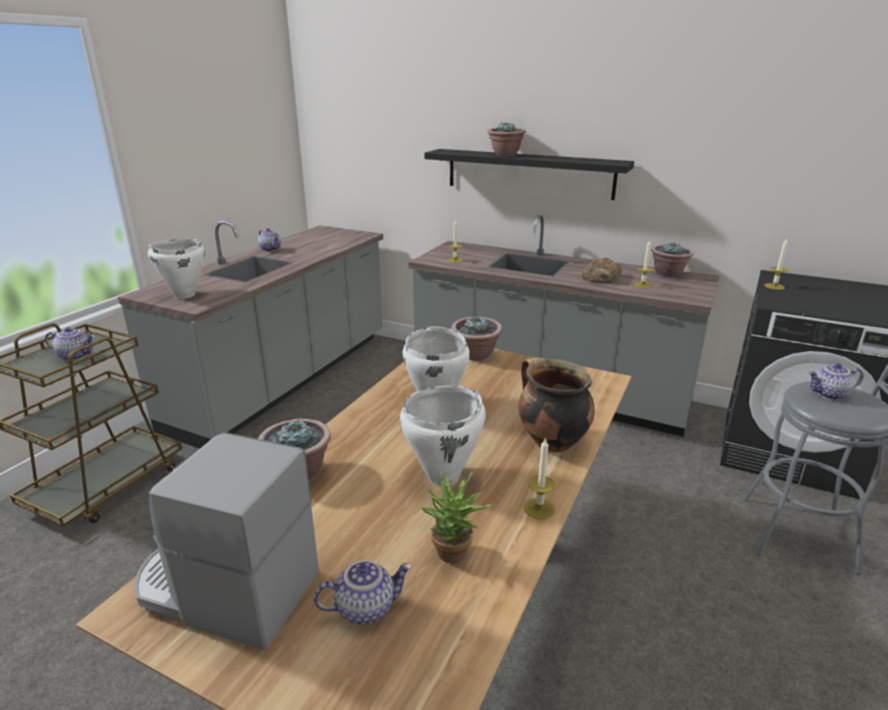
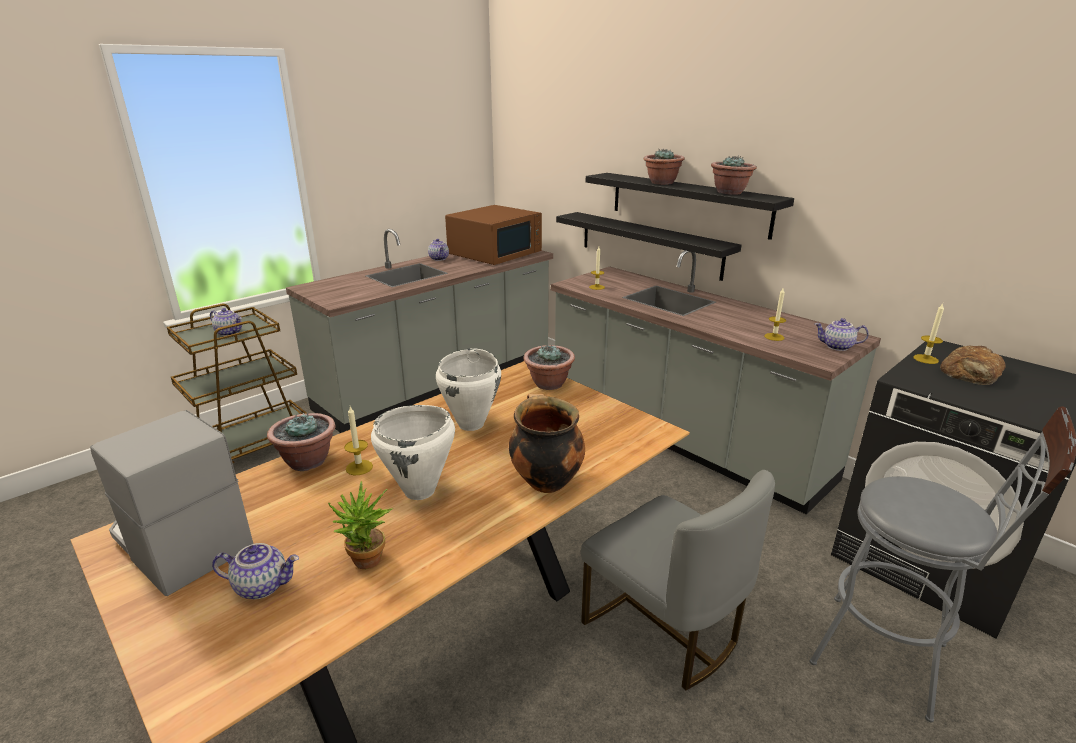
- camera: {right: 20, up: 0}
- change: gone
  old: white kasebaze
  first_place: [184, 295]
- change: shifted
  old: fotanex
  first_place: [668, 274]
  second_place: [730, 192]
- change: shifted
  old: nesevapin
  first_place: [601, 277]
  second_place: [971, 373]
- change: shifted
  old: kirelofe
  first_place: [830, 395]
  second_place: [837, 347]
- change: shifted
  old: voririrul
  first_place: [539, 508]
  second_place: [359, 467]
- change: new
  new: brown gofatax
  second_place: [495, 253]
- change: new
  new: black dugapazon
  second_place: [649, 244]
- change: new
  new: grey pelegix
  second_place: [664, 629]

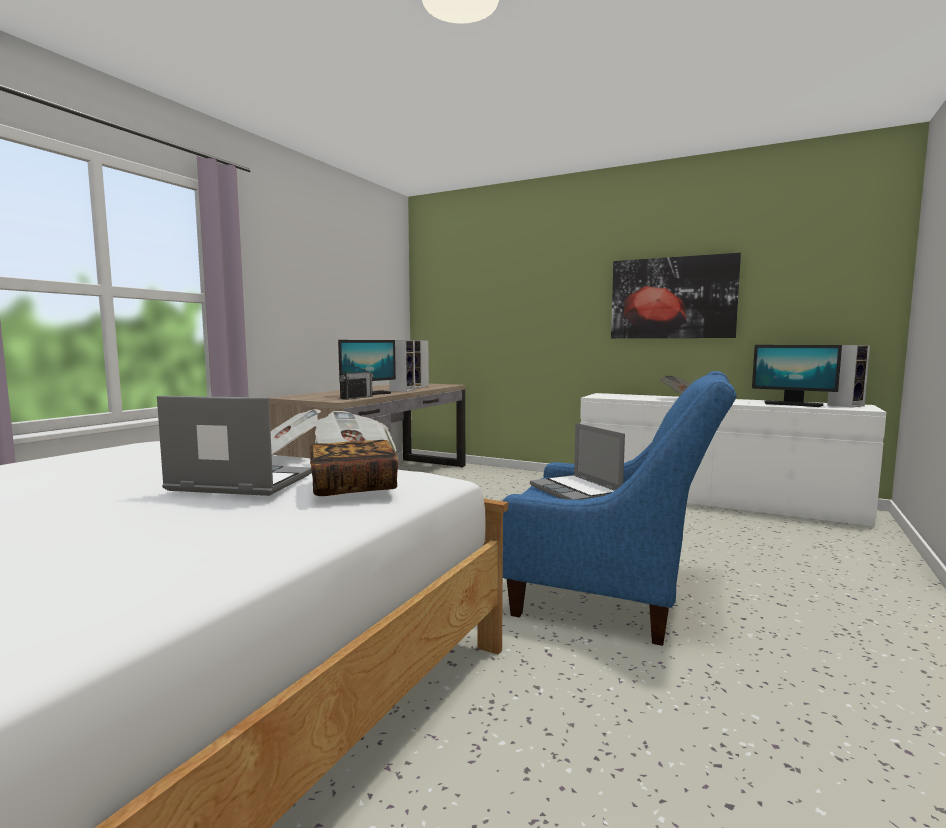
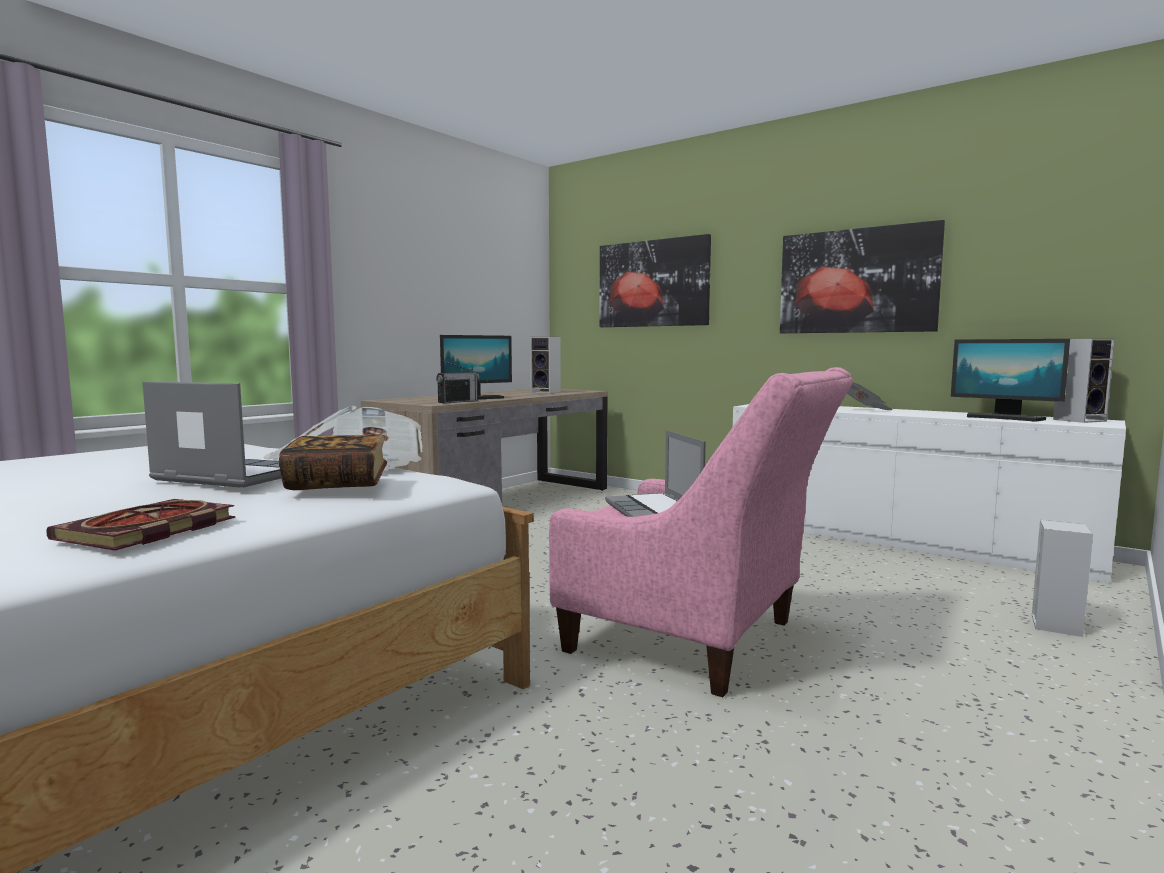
- camera: {right: 10, up: 0}
- change: shifted
  old: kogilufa
  first_place: [402, 390]
  second_place: [1054, 624]
- change: repainted
  old: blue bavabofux
  new: pink bavabofux
  first_place: [614, 597]
  second_place: [698, 641]
- change: new
  new: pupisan
  second_place: [653, 283]
- change: new
  new: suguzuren
  second_place: [146, 531]

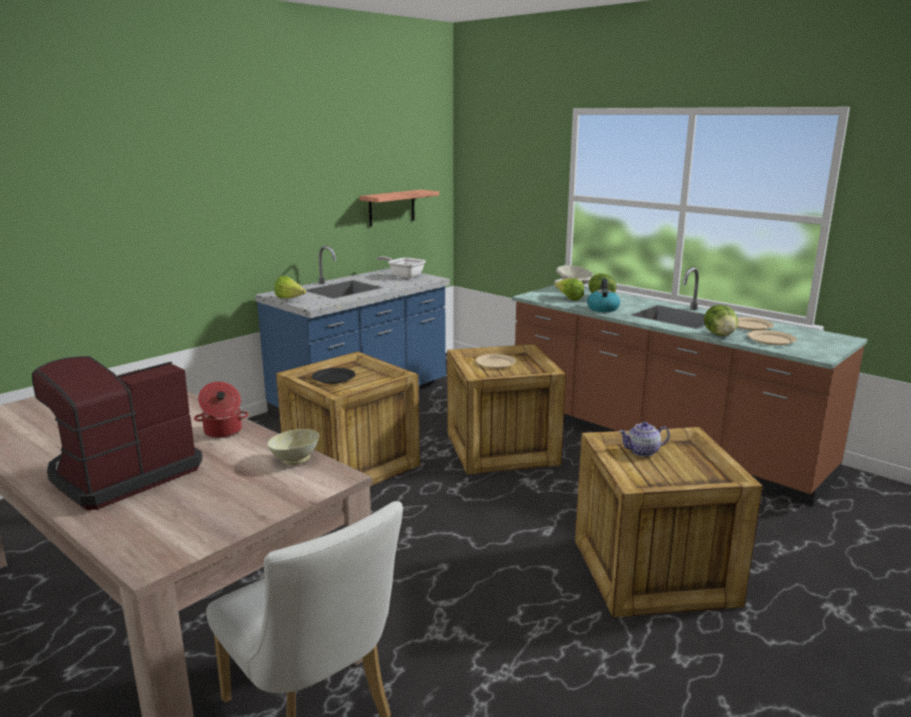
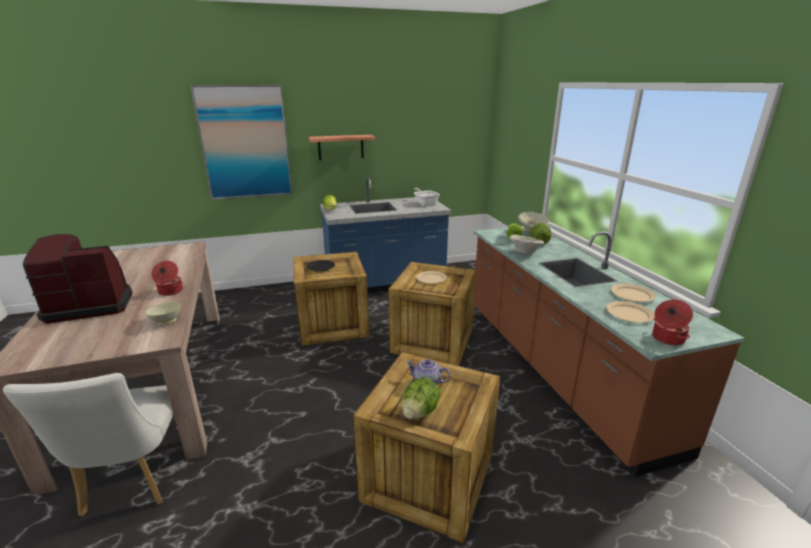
- camera: {right: 30, up: 5}
- change: shifted
  old: dugapazon
  first_place: [391, 208]
  second_place: [340, 147]
- change: swapped
  old: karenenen
  new: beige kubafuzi
  first_place: [602, 308]
  second_place: [524, 253]
- change: shifted
  old: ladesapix
  first_place: [720, 335]
  second_place: [419, 412]
- change: new
  new: pupisan
  second_place: [245, 143]
- change: new
  new: kasebaze
  second_place: [667, 338]

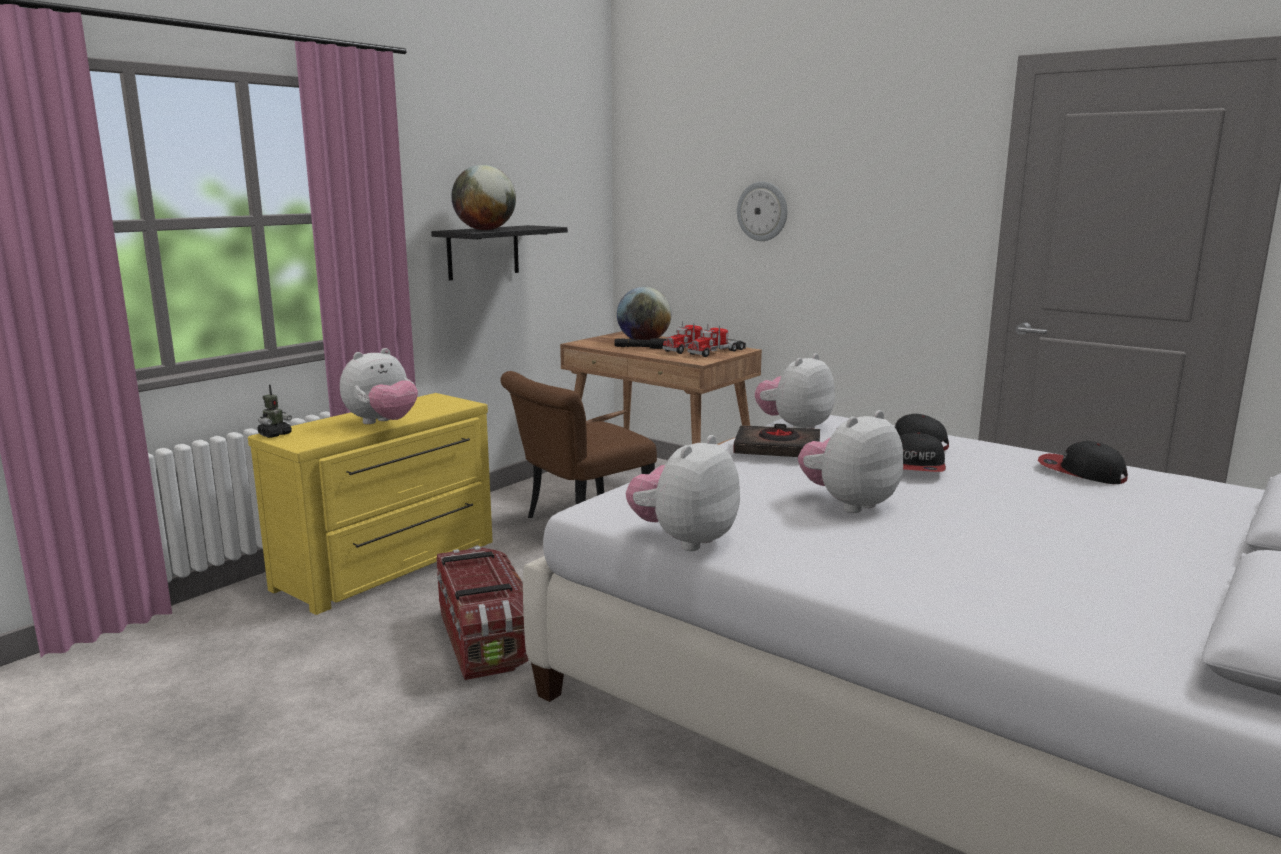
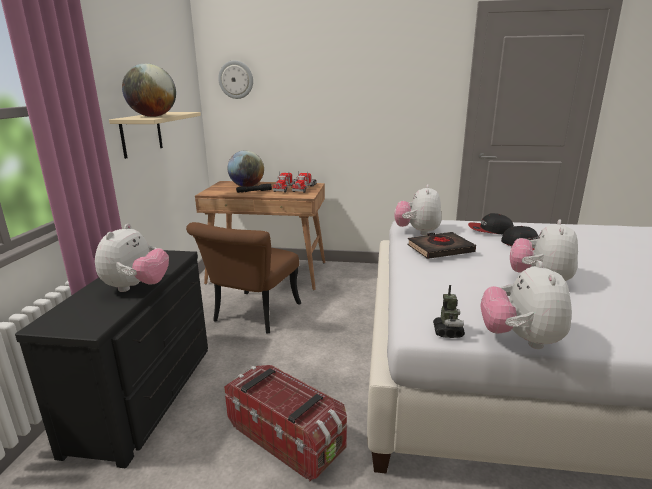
- camera: {right: -30, up: 5}
- change: shifted
  old: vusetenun
  first_place: [762, 211]
  second_place: [236, 79]
- change: repainted
  old: black dugapazon
  new: beige dugapazon
  first_place: [483, 252]
  second_place: [141, 134]
- change: shifted
  old: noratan
  first_place: [275, 435]
  second_place: [448, 332]
- change: repainted
  old: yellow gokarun
  new: black gokarun
  first_place: [391, 566]
  second_place: [148, 394]
- change: gone
  old: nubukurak
  first_place: [1080, 472]

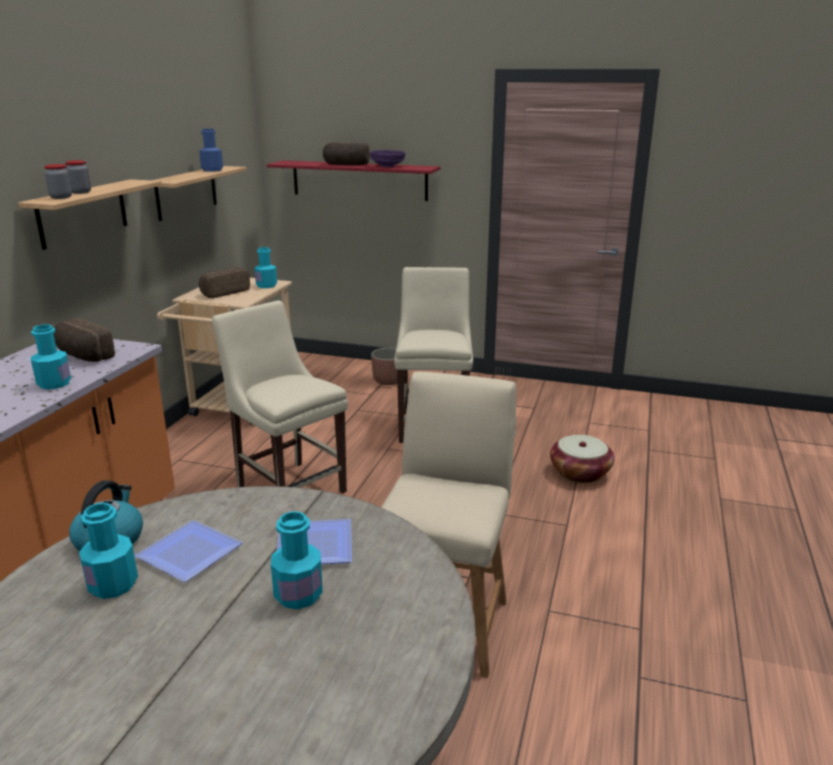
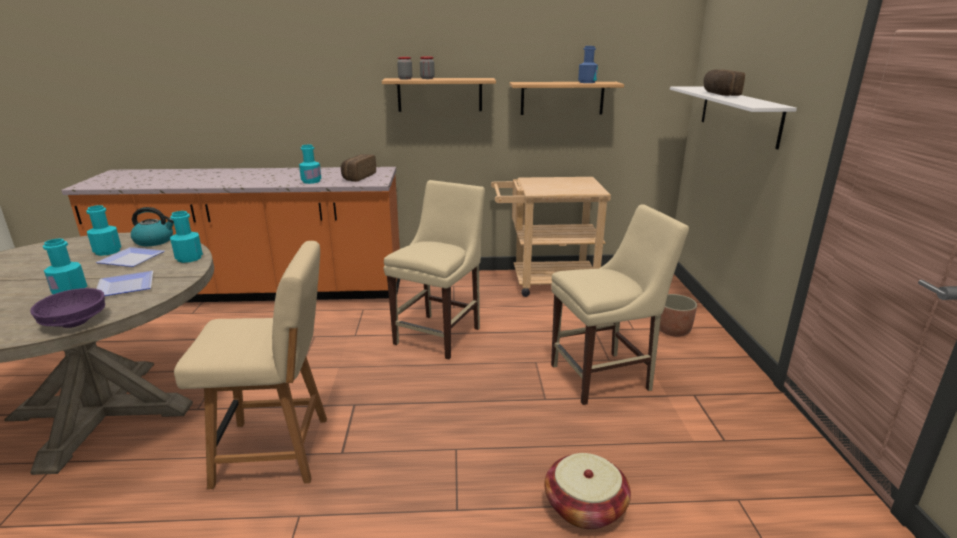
- camera: {right: 70, up: 0}
- change: shifted
  old: purple kubafuzi
  first_place: [387, 166]
  second_place: [74, 322]
- change: repainted
  old: red dugapazon
  new: white dugapazon
  first_place: [359, 180]
  second_place: [739, 114]
- change: shifted
  old: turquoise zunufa
  first_place: [266, 285]
  second_place: [189, 258]
- change: gone
  old: nesevapin
  first_place: [224, 292]

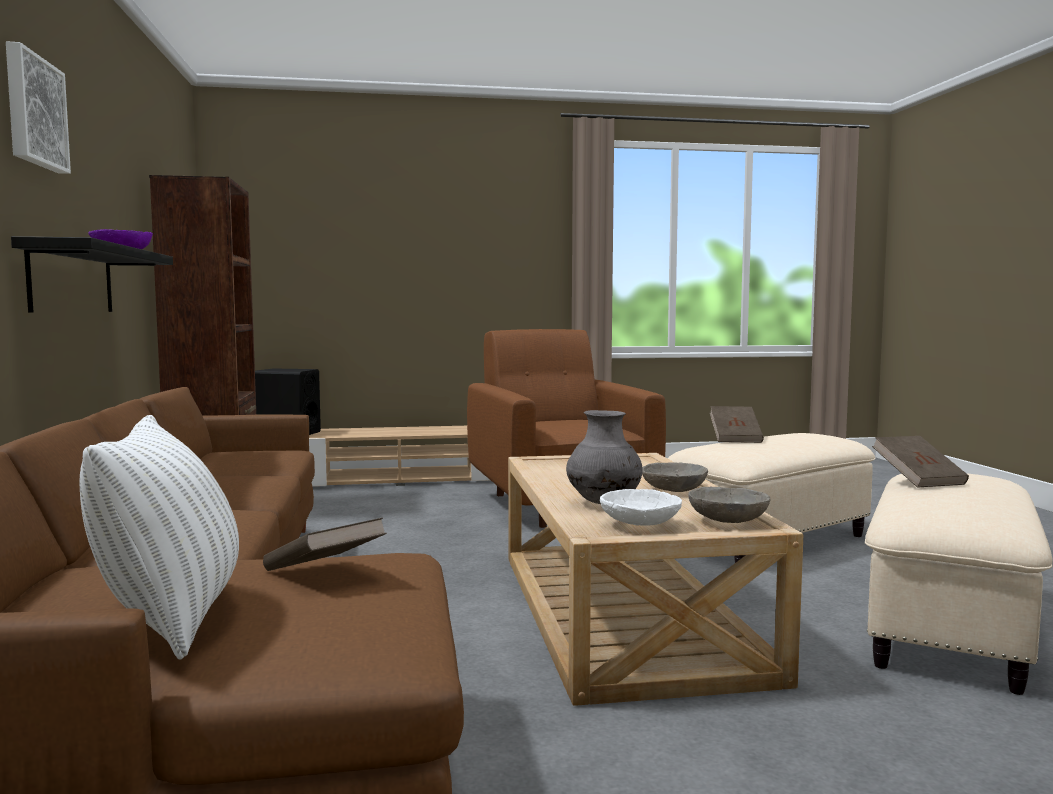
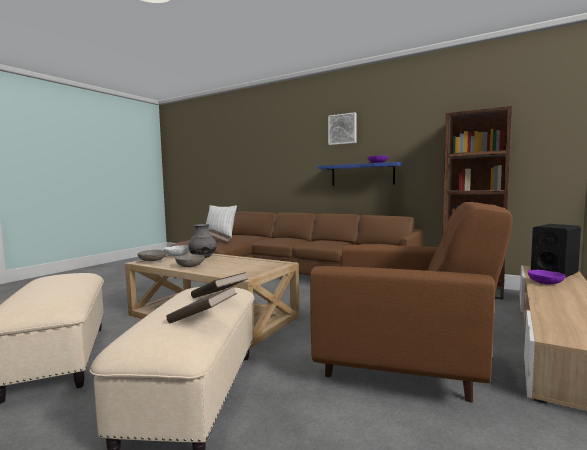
- camera: {right: 130, up: 0}
- change: repainted
  old: black dugapazon
  new: blue dugapazon
  first_place: [72, 280]
  second_place: [362, 175]
- change: shifted
  old: brown suguzuren
  first_place: [918, 480]
  second_place: [202, 319]
- change: new
  new: purple kubafuzi
  second_place: [545, 283]

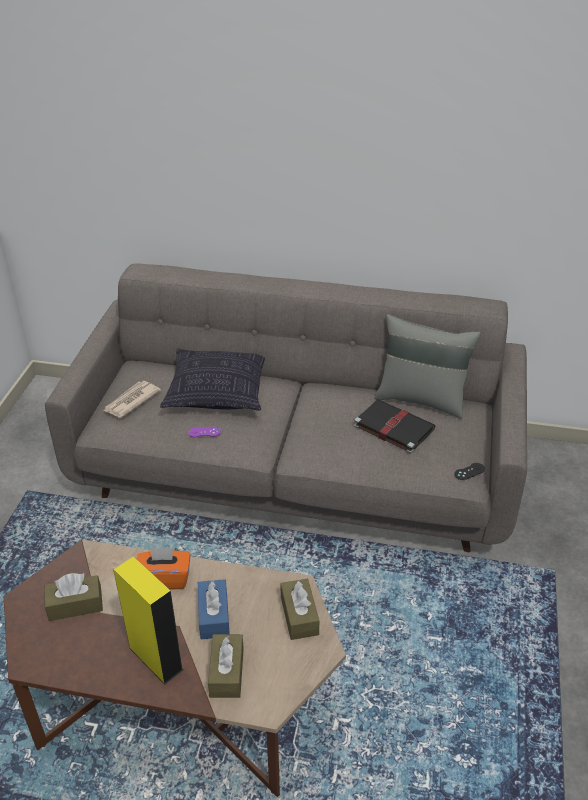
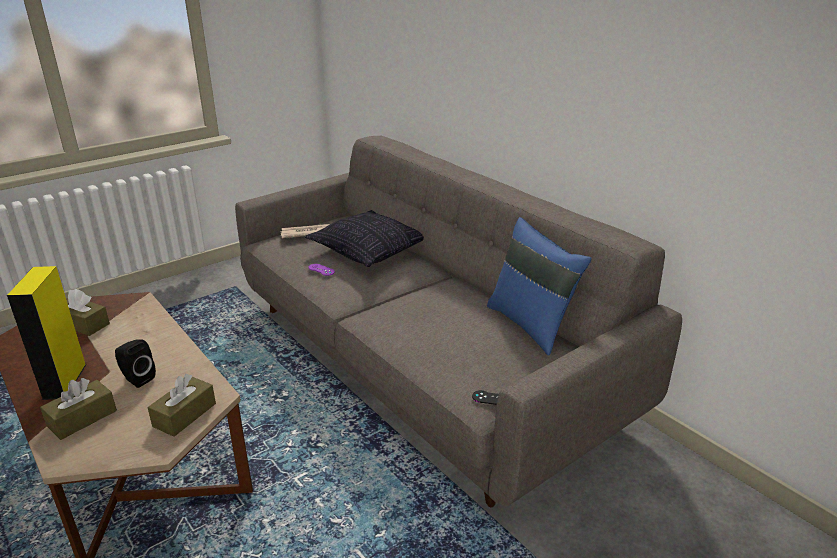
- camera: {right: 40, up: -10}
- change: repainted
  old: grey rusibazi
  new: blue rusibazi
  first_place: [421, 399]
  second_place: [531, 325]
- change: gone
  old: black suguzuren
  first_place: [392, 427]
- change: gone
  old: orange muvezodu
  first_place: [164, 579]
- change: swapped
  old: blue muvezodu
  new: black kogilufa
  first_place: [214, 616]
  second_place: [137, 379]

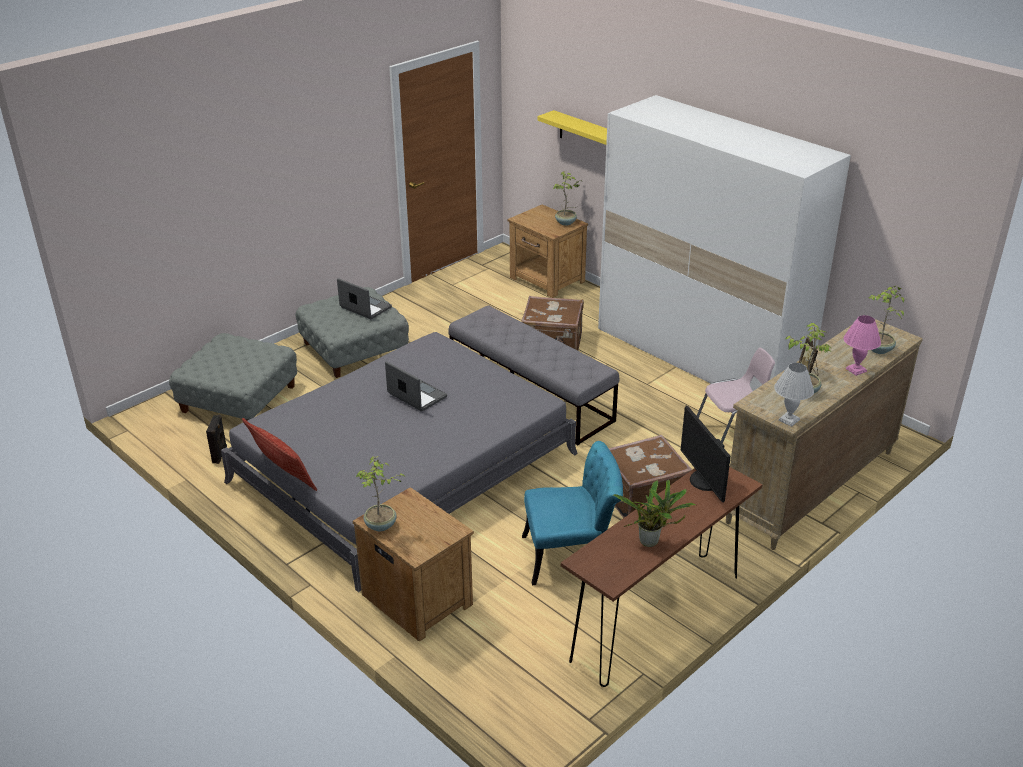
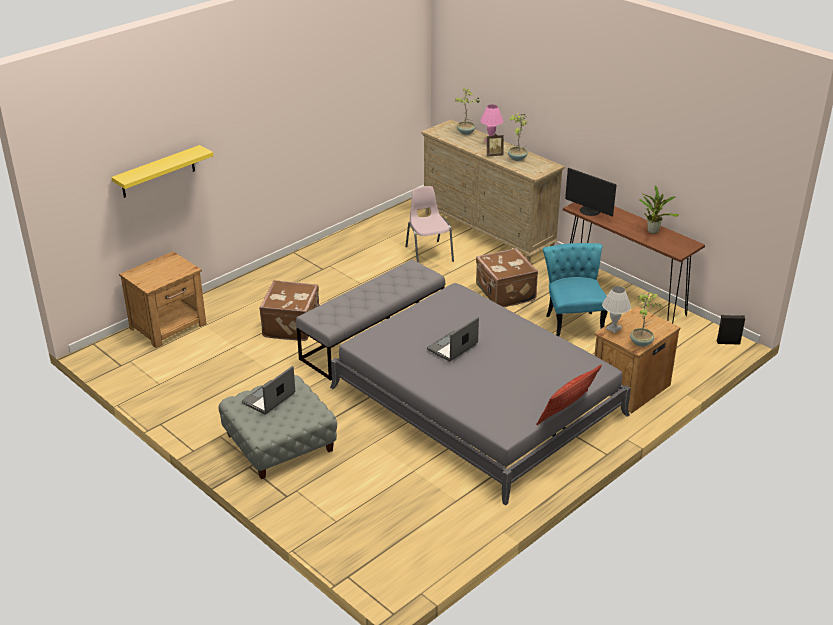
- camera: {right: -90, up: 0}
- change: gone
  old: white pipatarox
  first_place: [700, 357]
- change: gone
  old: fotanex
  first_place: [566, 223]
- change: gone
  old: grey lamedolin
  first_place: [238, 399]
- change: shifted
  old: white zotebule
  first_place: [788, 420]
  second_place: [613, 328]
- change: rotated
  old: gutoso
  first_place: [704, 481]
  second_place: [589, 211]
  degrees: 60
- change: shifted
  old: black kogilufa
  first_place: [220, 455]
  second_place: [728, 342]

